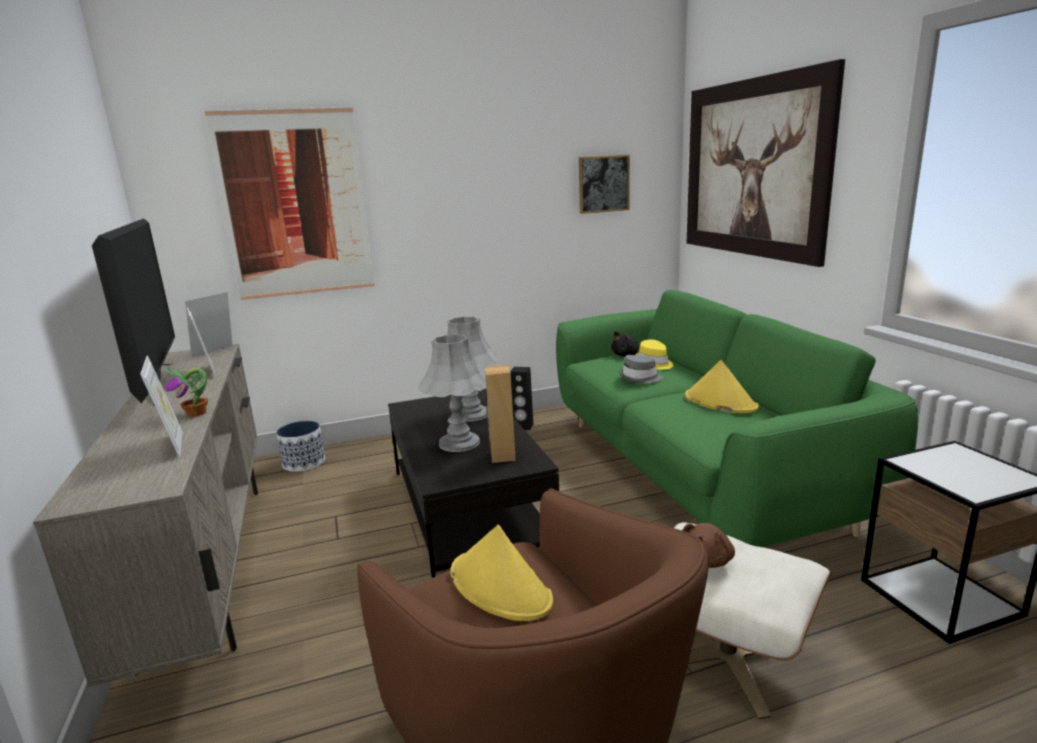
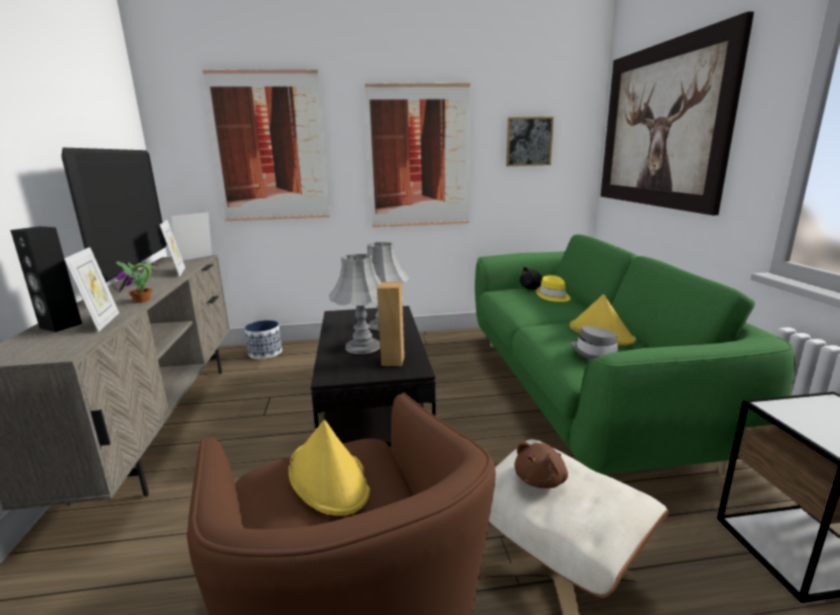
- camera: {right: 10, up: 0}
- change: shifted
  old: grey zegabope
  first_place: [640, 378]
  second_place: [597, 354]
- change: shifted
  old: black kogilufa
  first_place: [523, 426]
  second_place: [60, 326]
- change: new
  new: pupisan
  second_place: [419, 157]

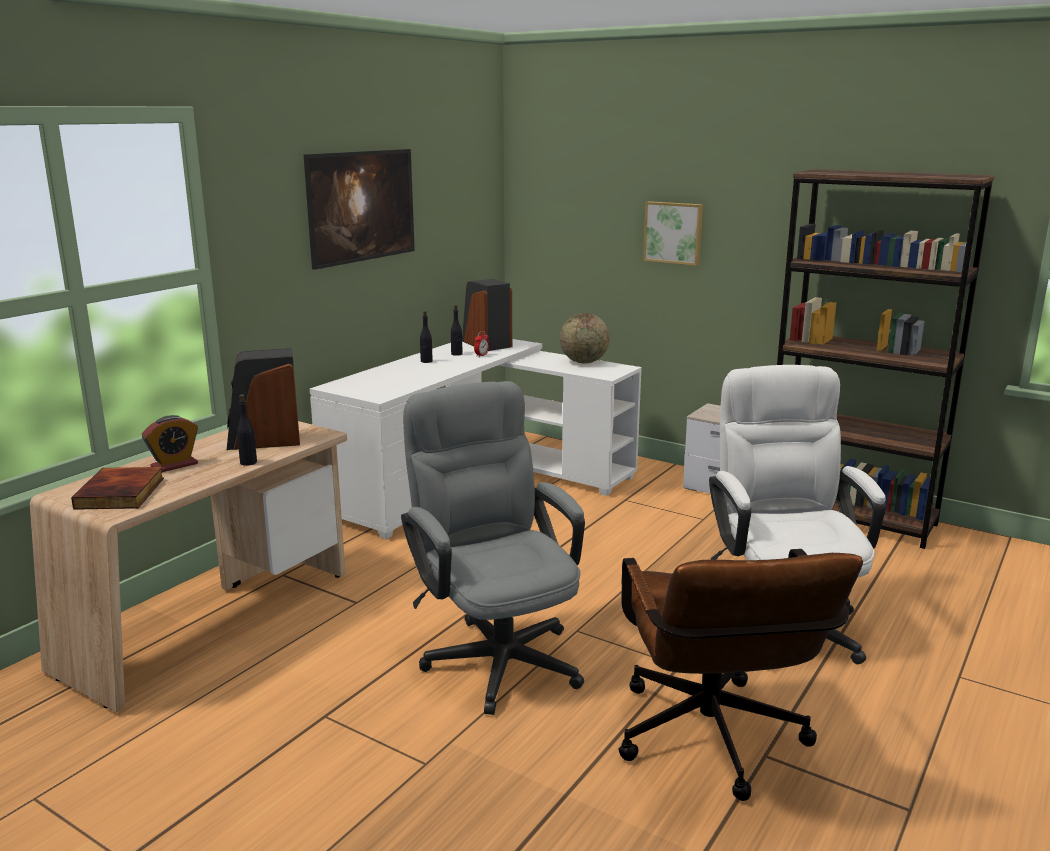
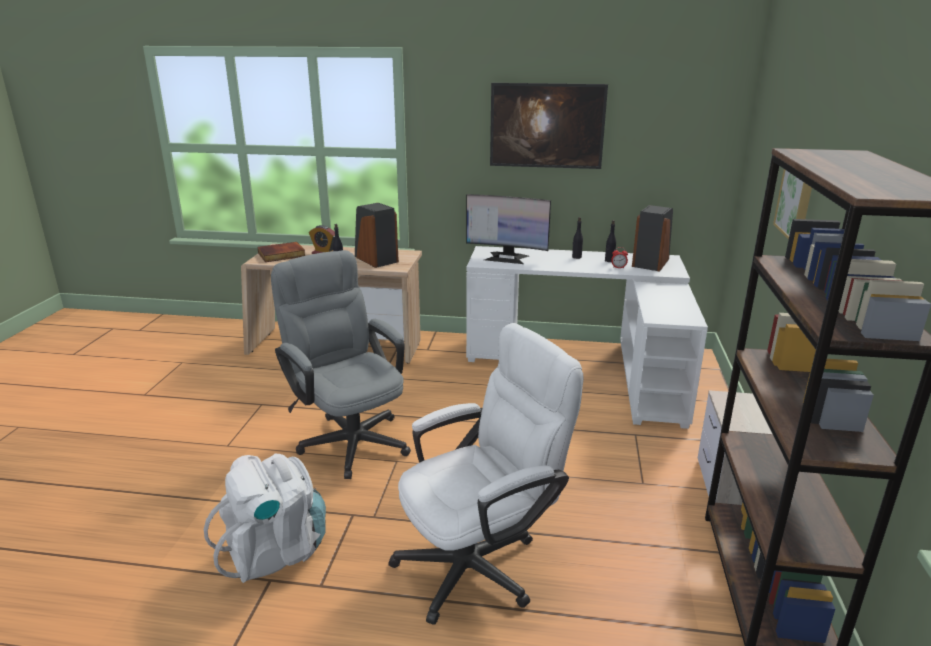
- camera: {right: 65, up: 5}
- change: gone
  old: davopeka
  first_place: [584, 362]
- change: rotated
  old: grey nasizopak
  first_place: [496, 653]
  second_place: [349, 438]
  degrees: -75
- change: swapped
  old: brown nasizopak
  new: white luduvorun
  first_place: [713, 745]
  second_place: [275, 552]
- change: new
  new: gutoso
  second_place: [506, 258]

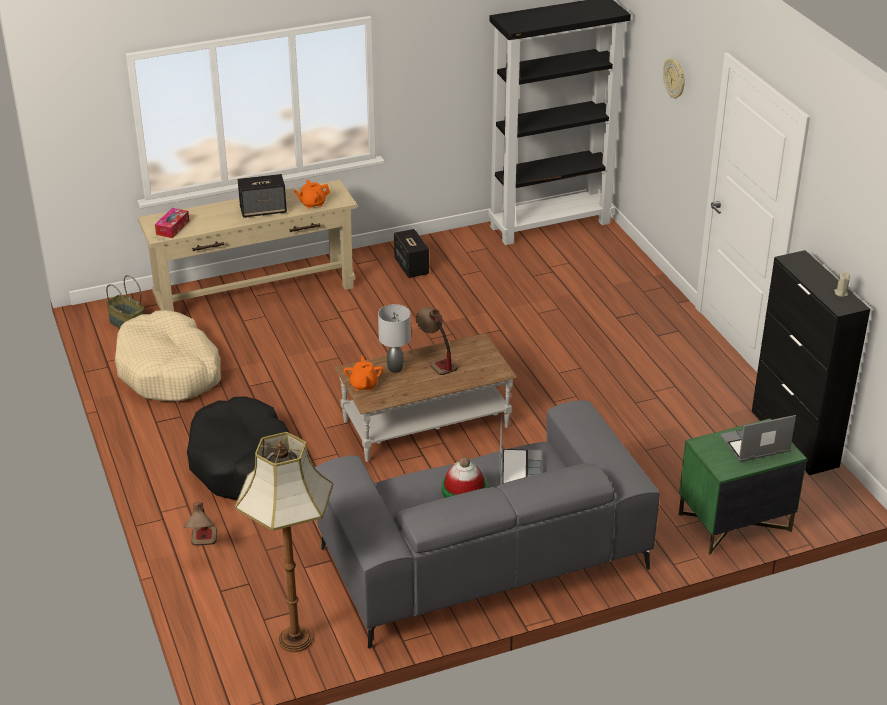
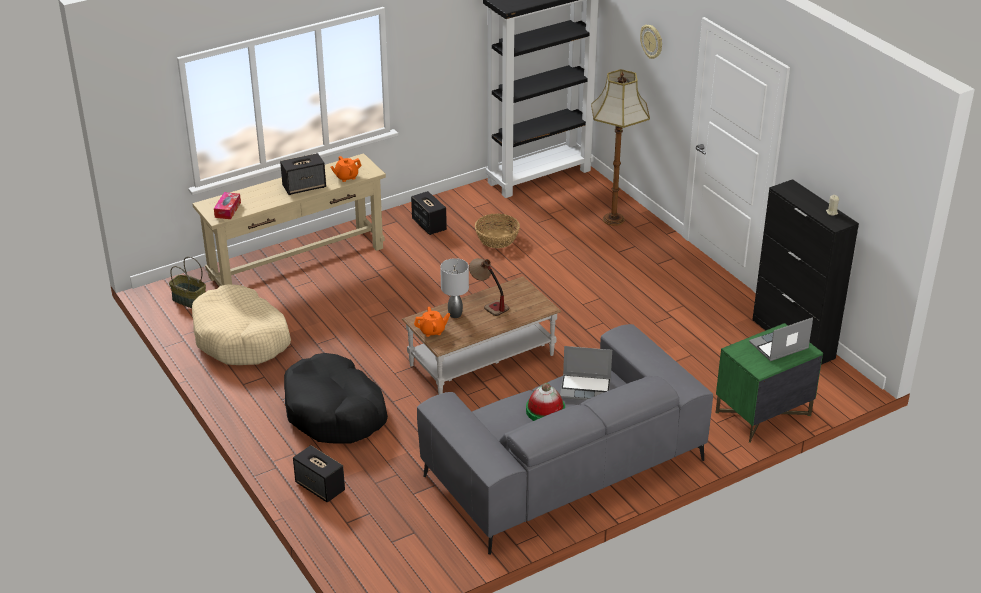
- camera: {right: -10, up: 0}
- change: rotated
  old: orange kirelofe
  first_place: [364, 384]
  second_place: [432, 331]
  degrees: 90
- change: rotated
  old: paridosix
  first_place: [518, 469]
  second_place: [586, 388]
  degrees: 105
- change: shifted
  old: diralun
  first_place: [296, 640]
  second_place: [614, 220]
- change: swapped
  old: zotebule
  new: kogilufa
  first_place: [204, 547]
  second_place: [320, 487]
- change: new
  new: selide
  second_place: [497, 239]

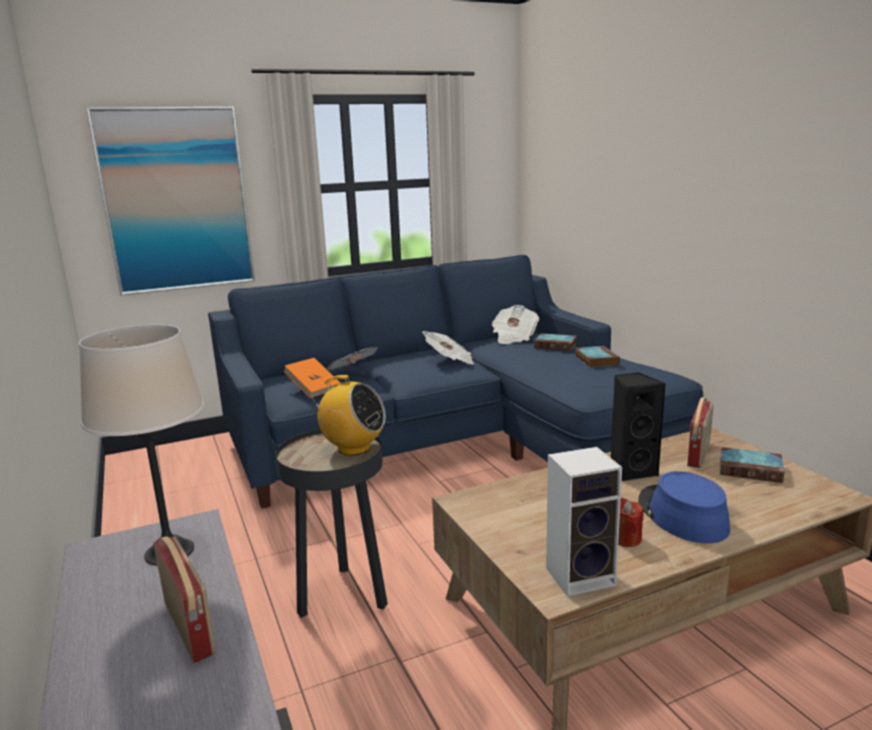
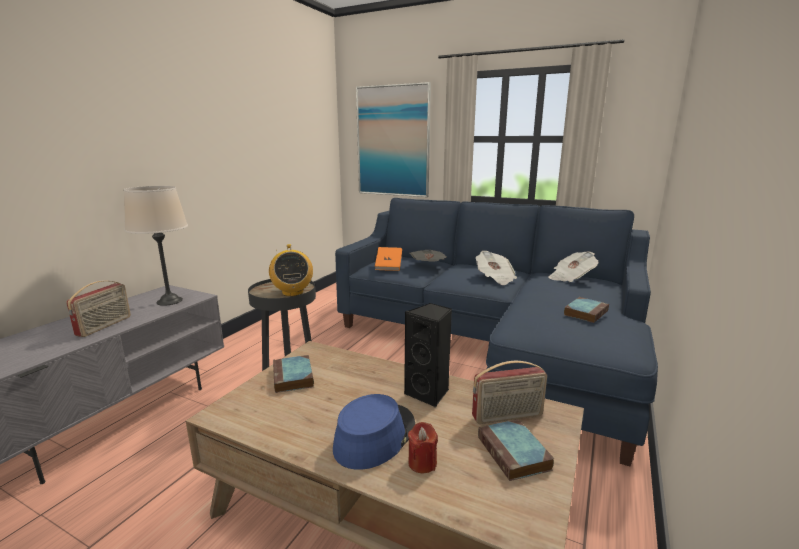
- camera: {right: 50, up: 0}
- change: shifted
  old: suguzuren
  first_place: [556, 345]
  second_place: [293, 378]
- change: gone
  old: kogilufa
  first_place: [582, 575]
- change: shifted
  old: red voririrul
  first_place: [626, 539]
  second_place: [422, 463]

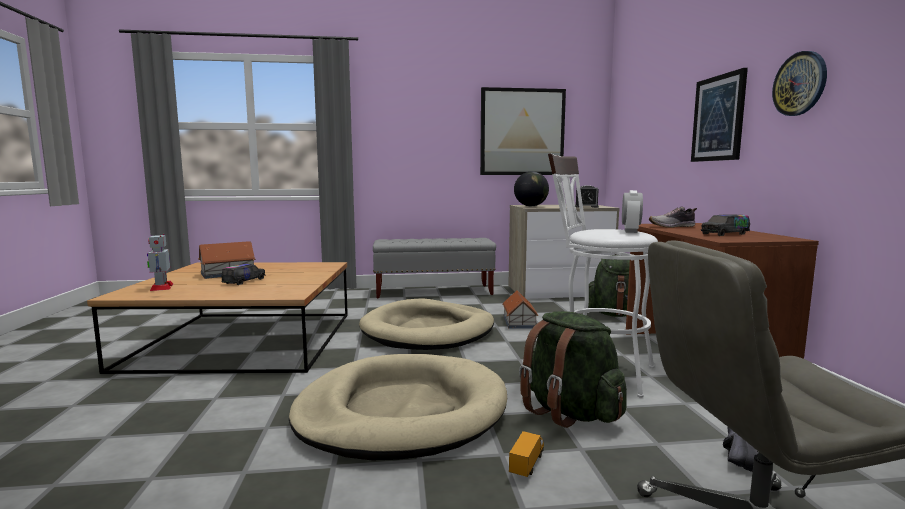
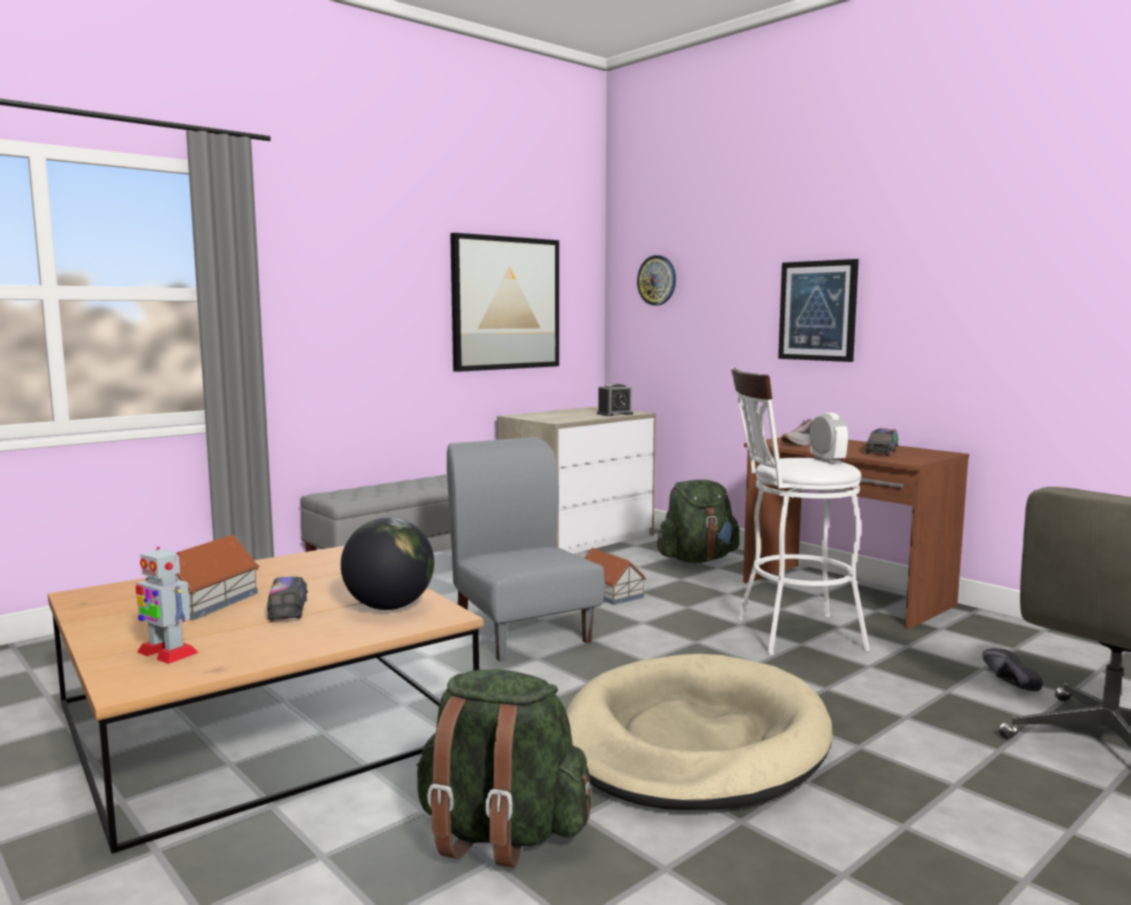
- camera: {right: -35, up: 0}
- change: shifted
  old: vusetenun
  first_place: [800, 84]
  second_place: [657, 280]
- change: shifted
  old: davopeka
  first_place: [531, 206]
  second_place: [389, 607]
- change: swapped
  old: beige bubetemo
  new: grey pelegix
  first_place: [428, 331]
  second_place: [522, 632]
- change: shifted
  old: green luduvorun
  first_place: [569, 412]
  second_place: [500, 834]
- change: gone
  old: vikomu
  first_place: [527, 465]

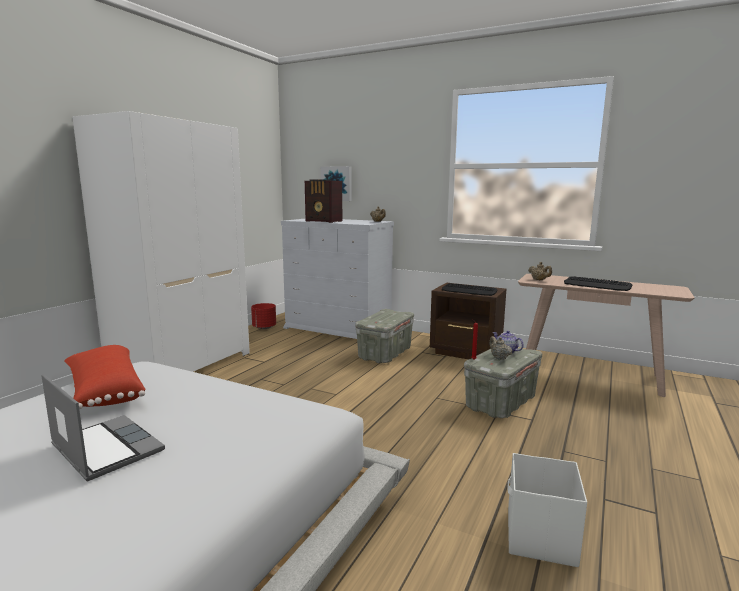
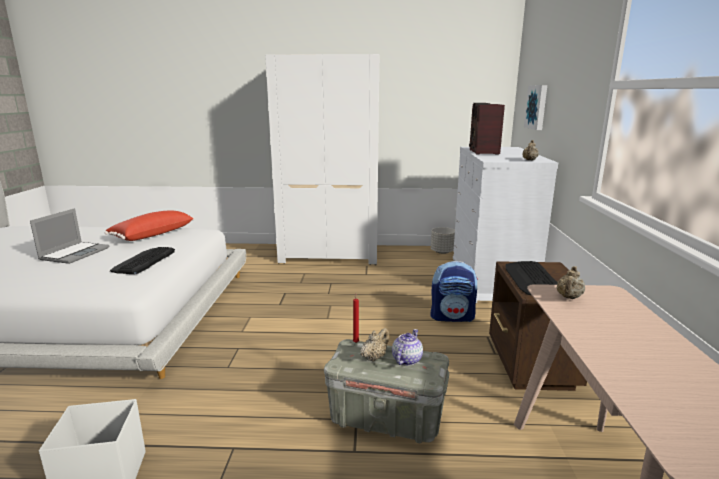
- camera: {right: 65, up: 5}
- change: shifted
  old: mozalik
  first_place: [597, 285]
  second_place: [144, 261]
- change: repainted
  old: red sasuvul
  new: grey sasuvul
  first_place: [264, 327]
  second_place: [442, 252]
- change: swapped
  old: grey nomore
  new: luduvorun
  first_place: [385, 353]
  second_place: [452, 317]

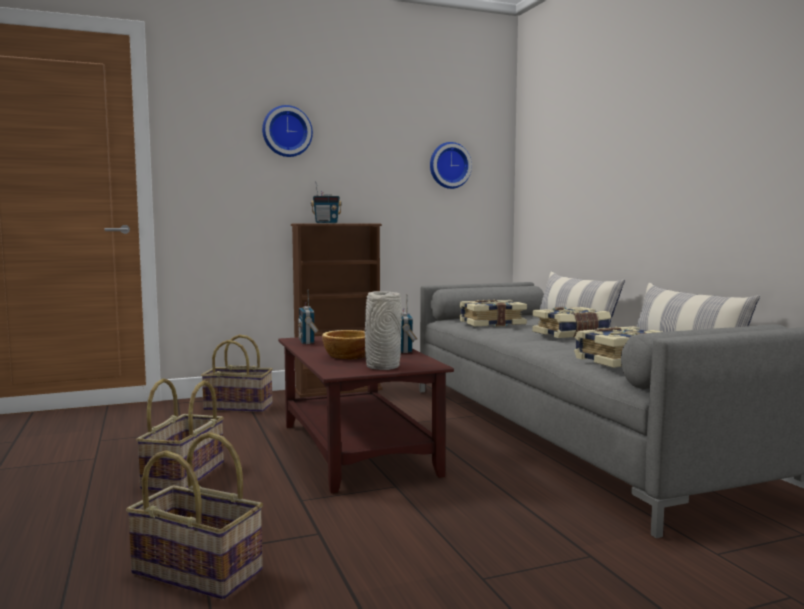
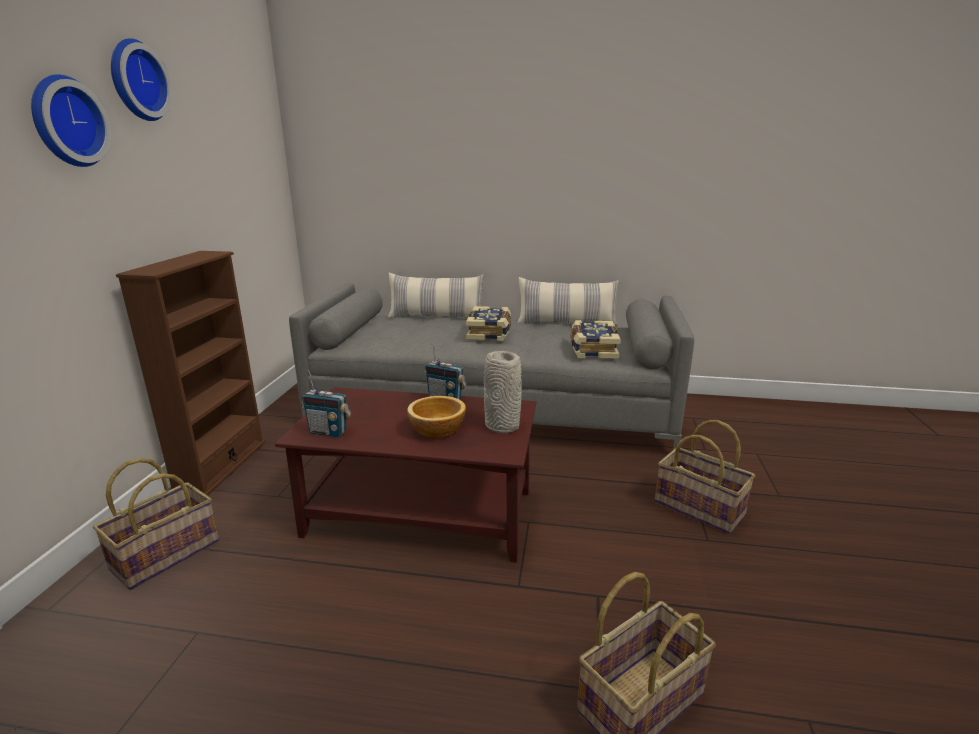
- camera: {right: -60, up: 15}
- change: shifted
  old: vusetenun
  first_place: [449, 165]
  second_place: [135, 81]
- change: gone
  old: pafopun
  first_place: [326, 223]
- change: gone
  old: suguzuren
  first_place: [491, 323]
- change: shifted
  old: selide
  first_place: [185, 475]
  second_place: [700, 507]

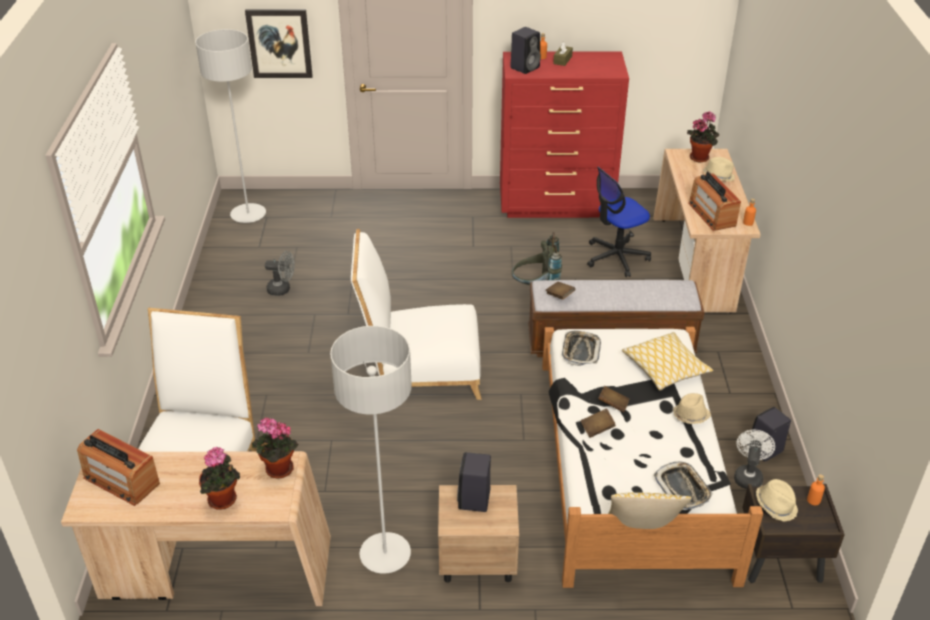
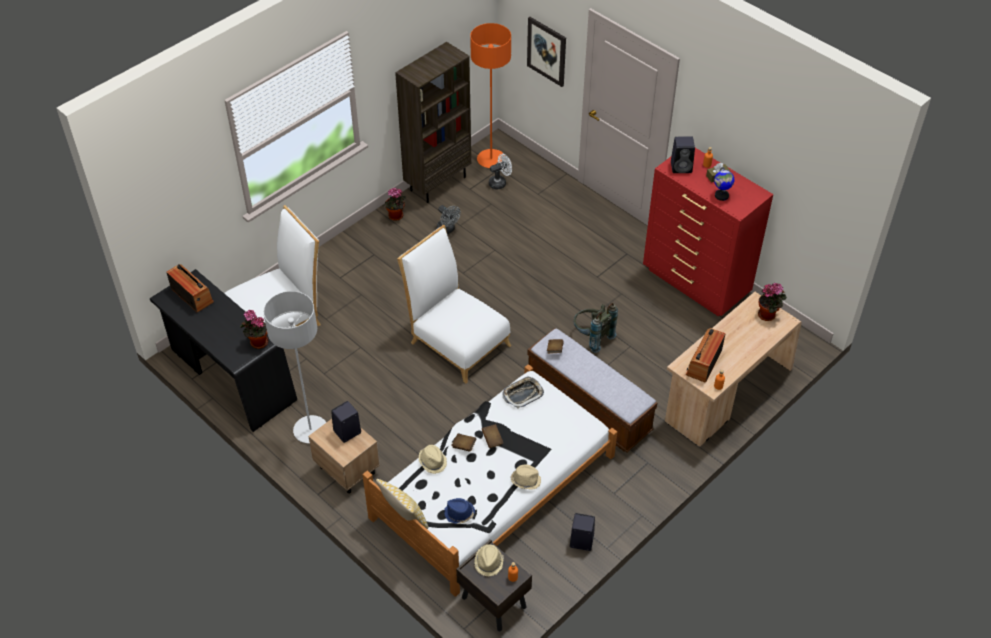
- camera: {right: 45, up: 10}
- change: repainted
  old: grey diralun
  new: orange diralun
  first_place: [248, 215]
  second_place: [491, 160]
- change: shifted
  old: beige zegabope
  first_place: [718, 176]
  second_place: [433, 461]
- change: gone
  old: nasizopak
  first_place: [616, 257]
- change: gone
  old: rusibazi
  first_place: [665, 368]
- change: rotated
  old: pafopun
  first_place: [121, 480]
  second_place: [192, 295]
  degrees: 150
- change: shifted
  old: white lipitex
  first_place: [748, 475]
  second_place: [500, 182]
- change: shifted
  old: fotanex
  first_place: [224, 501]
  second_place: [395, 217]
- change: repainted
  old: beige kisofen
  new: black kisofen
  first_place: [215, 572]
  second_place: [230, 376]
- change: swapped
  old: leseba
  new: blue zegabope
  first_place: [682, 488]
  second_place: [459, 513]
- change: new
  new: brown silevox
  second_place: [438, 183]
- change: new
  new: davopeka
  second_place: [721, 196]

